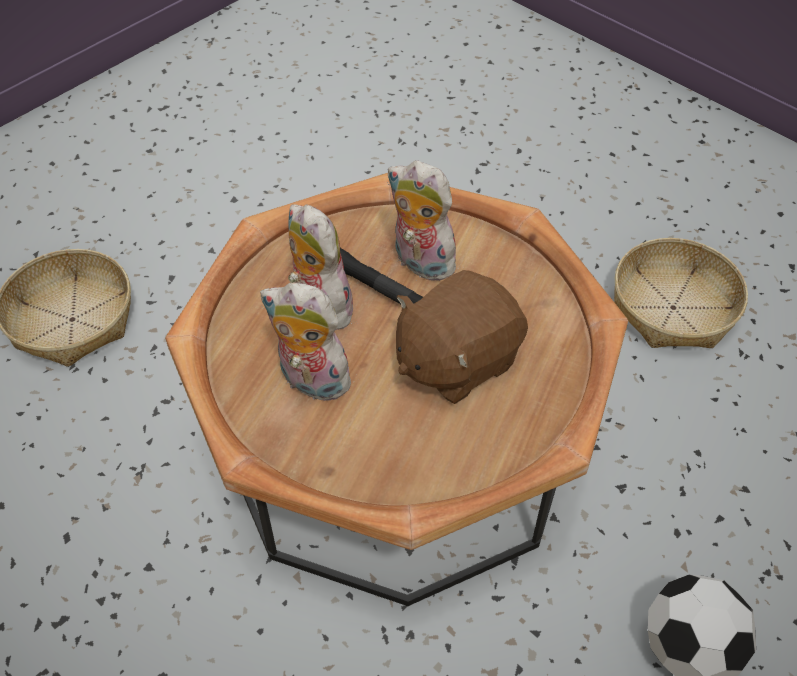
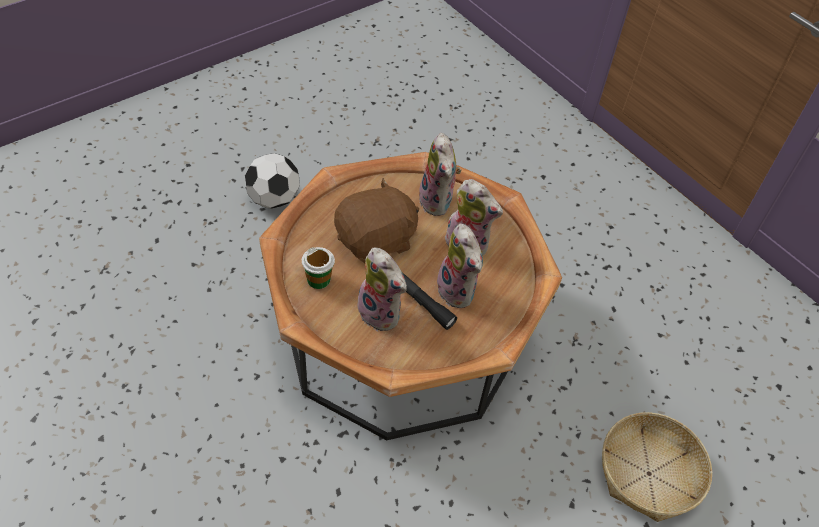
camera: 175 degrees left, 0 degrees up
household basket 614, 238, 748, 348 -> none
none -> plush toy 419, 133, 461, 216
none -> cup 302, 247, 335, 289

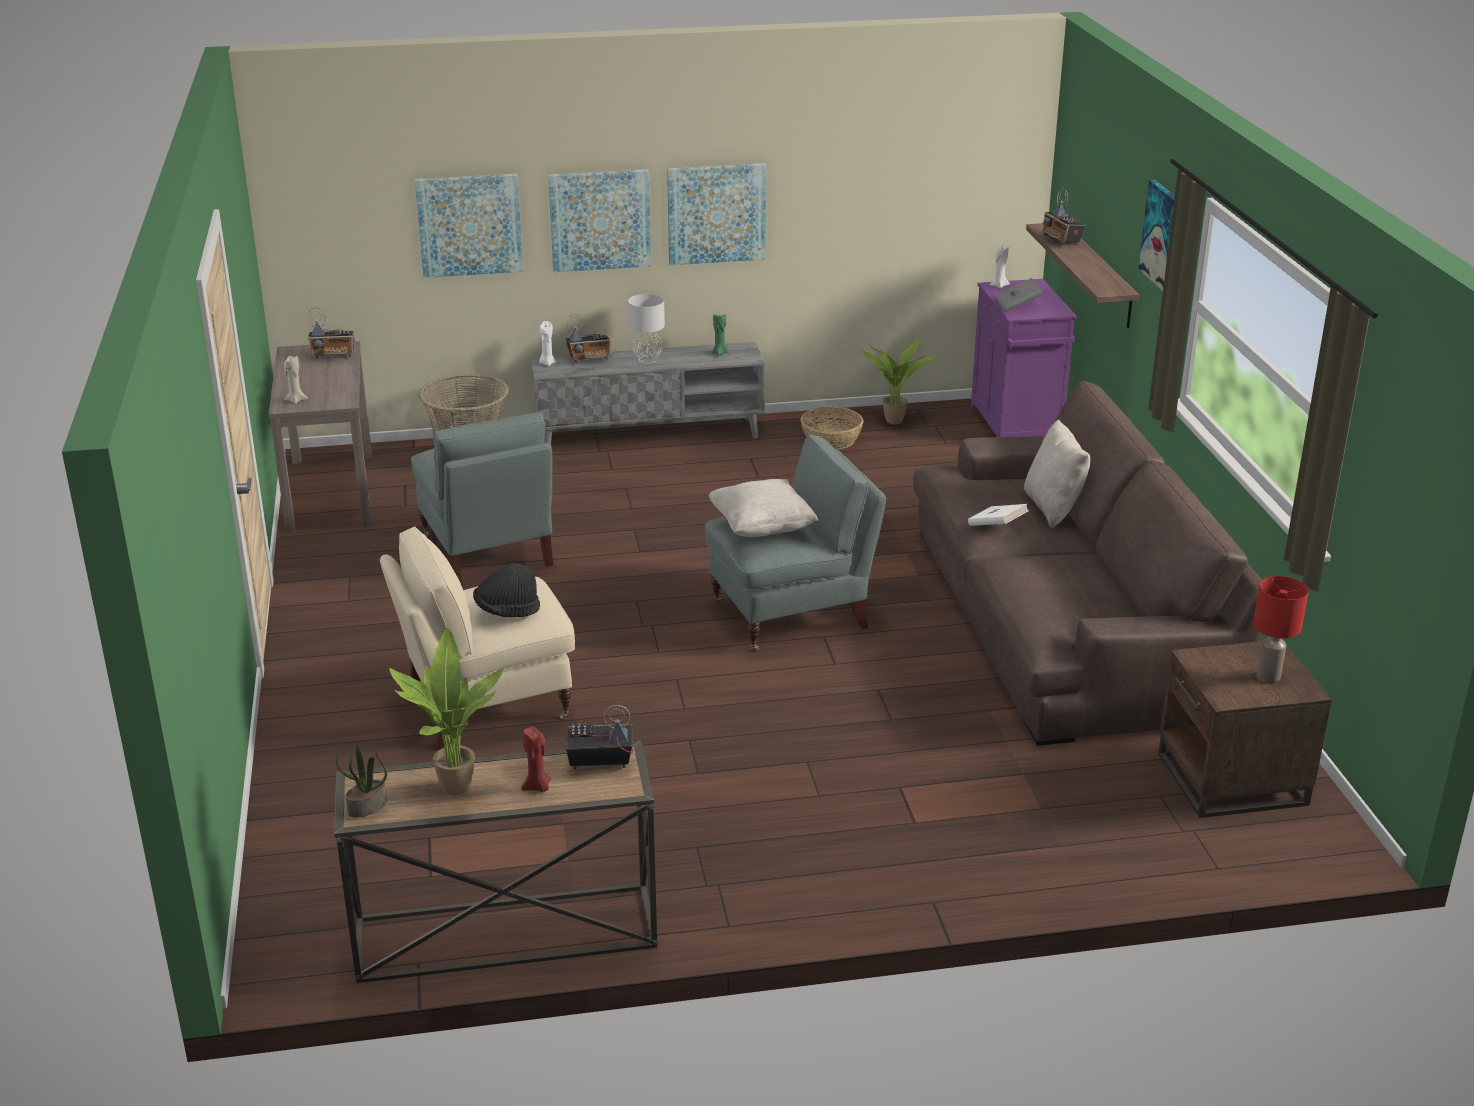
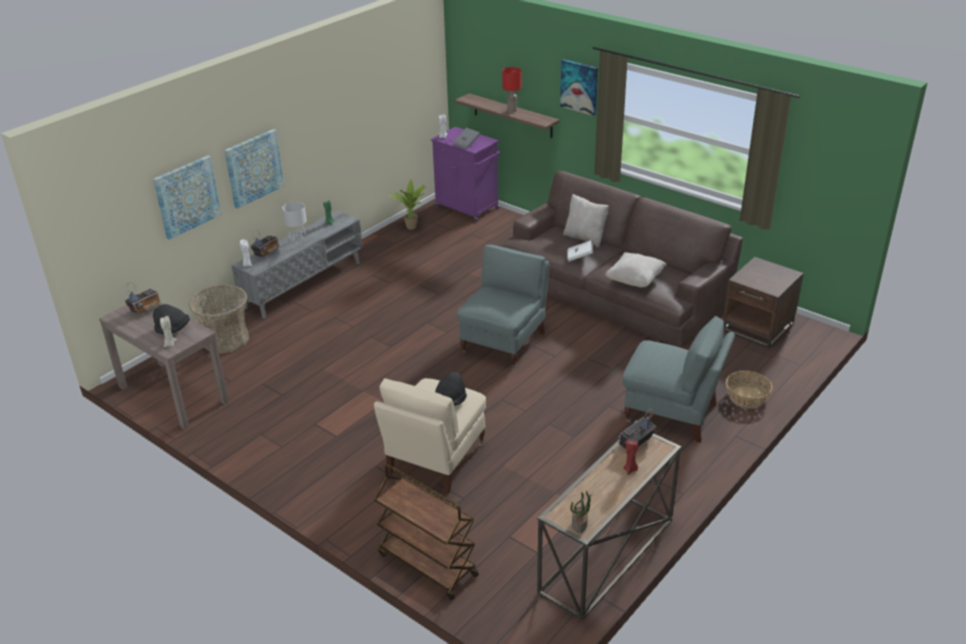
camera: 40 degrees left, 5 degrees up
wall picture 667, 163, 766, 265 -> none
radio receiver 1042, 188, 1086, 245 -> none
household basket 801, 406, 863, 450 -> household basket 726, 371, 773, 408, relocated
grey easy chair 411, 412, 554, 586 -> grey easy chair 623, 316, 735, 443, relocated
beige cushion 709, 479, 818, 537 -> beige cushion 605, 252, 667, 287, relocated
reddish tabletop lamp 1253, 576, 1309, 683 -> reddish tabletop lamp 502, 67, 522, 113, relocated
houseplant 389, 628, 504, 796 -> none
none -> black hat 153, 304, 190, 335
none -> brownish cart 374, 464, 479, 600

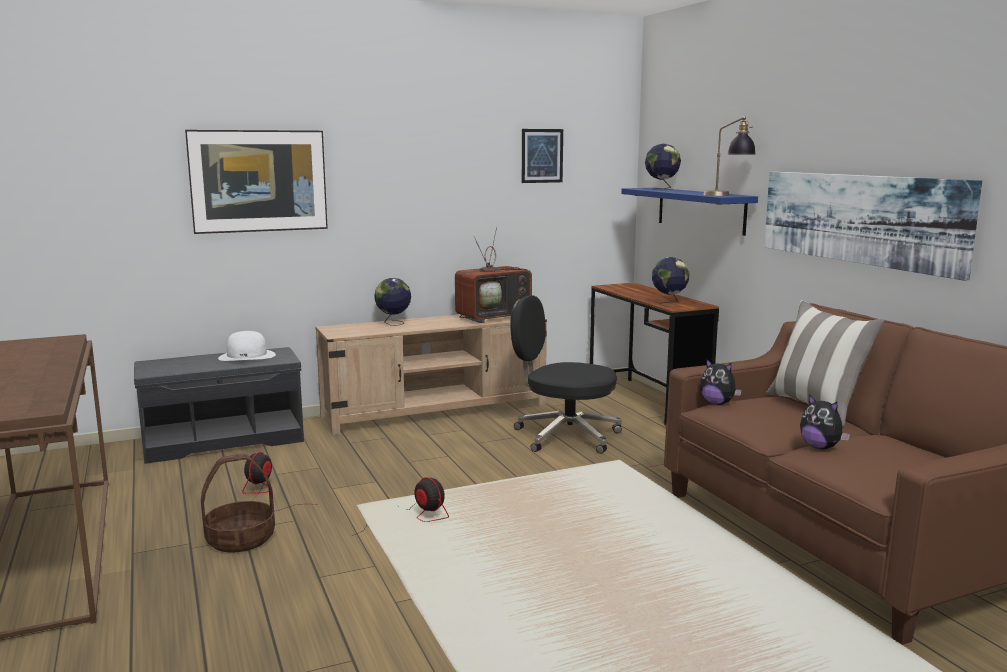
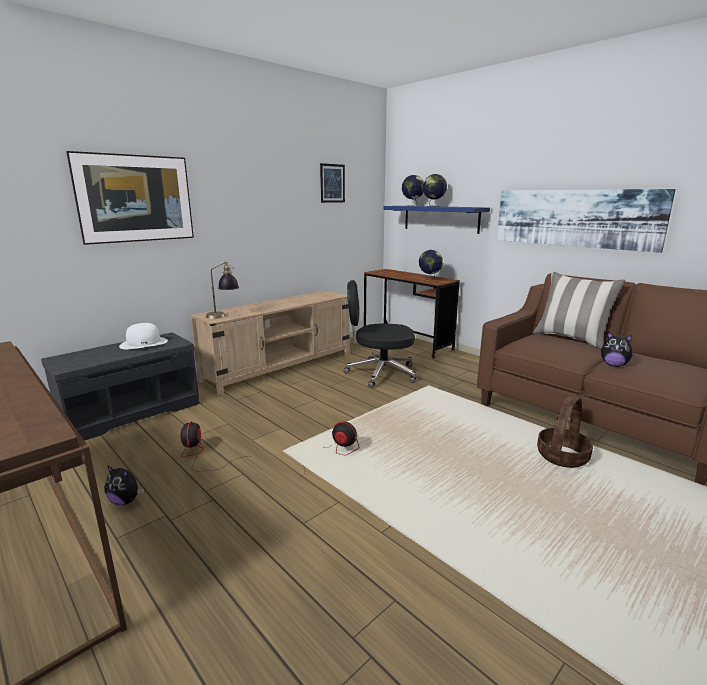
camera: 20 degrees left, 5 degrees up
tabletop lamp 703, 116, 755, 196 -> tabletop lamp 206, 261, 239, 319, relocated
TV set 455, 227, 532, 323 -> none
desk globe 374, 278, 411, 326 -> desk globe 423, 174, 447, 207, relocated
plush toy 700, 358, 742, 405 -> plush toy 105, 465, 144, 505, relocated
household basket 201, 454, 275, 552 -> household basket 537, 395, 593, 468, relocated

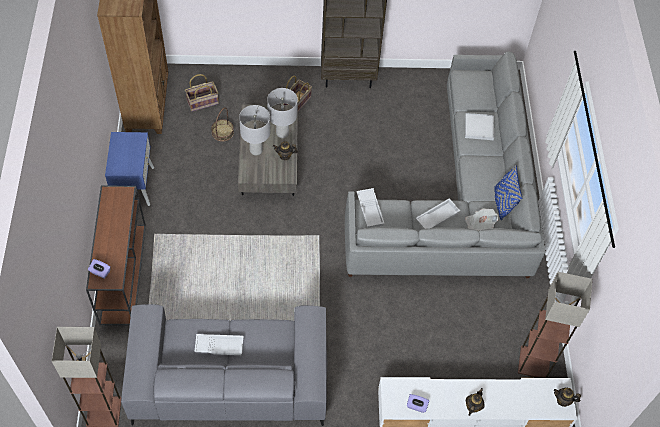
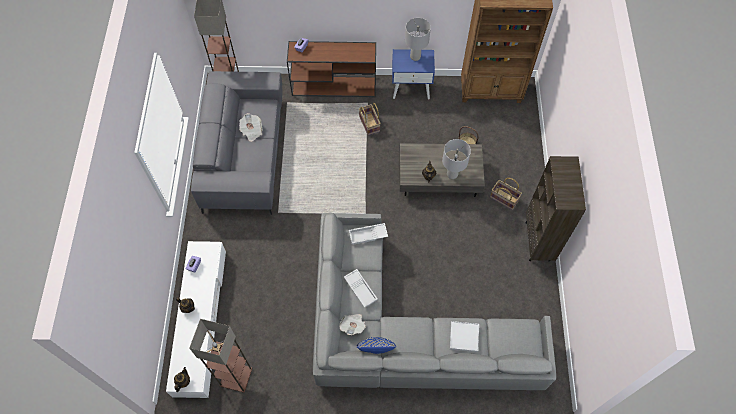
camera: 95 degrees right, 5 degrees up
household basket 185, 74, 219, 112 -> household basket 359, 103, 381, 135, relocated
grey tabletop lamp 239, 105, 271, 155 -> grey tabletop lamp 405, 18, 431, 61, relocated
white-coloured serving tray 194, 334, 243, 355 -> printed paper 239, 113, 263, 142

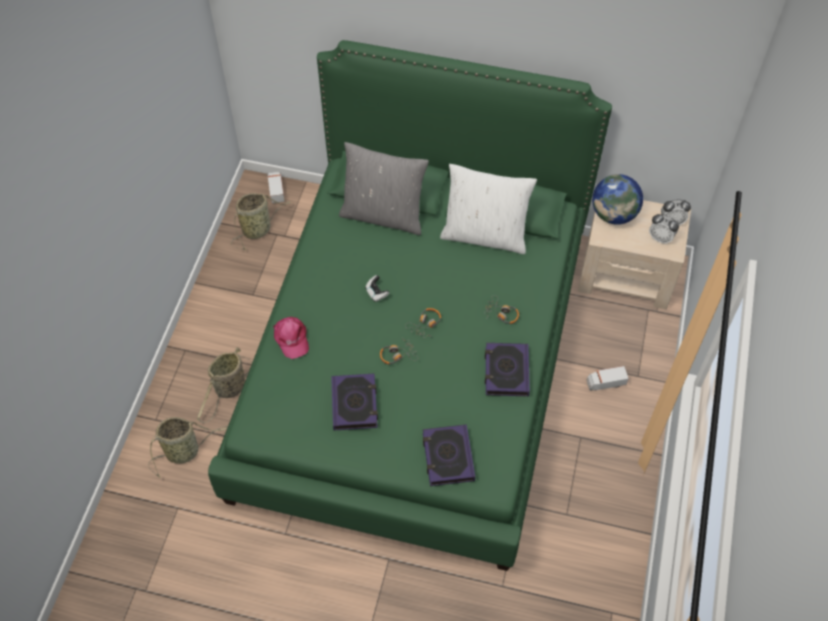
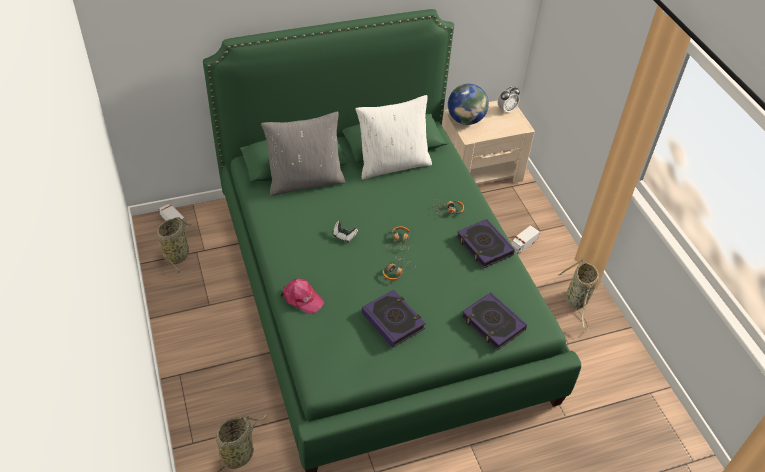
camera: 35 degrees left, 10 degrees down
alarm clock 649, 214, 679, 244 -> none
household basket 197, 347, 252, 423 -> household basket 557, 258, 599, 331, relocated

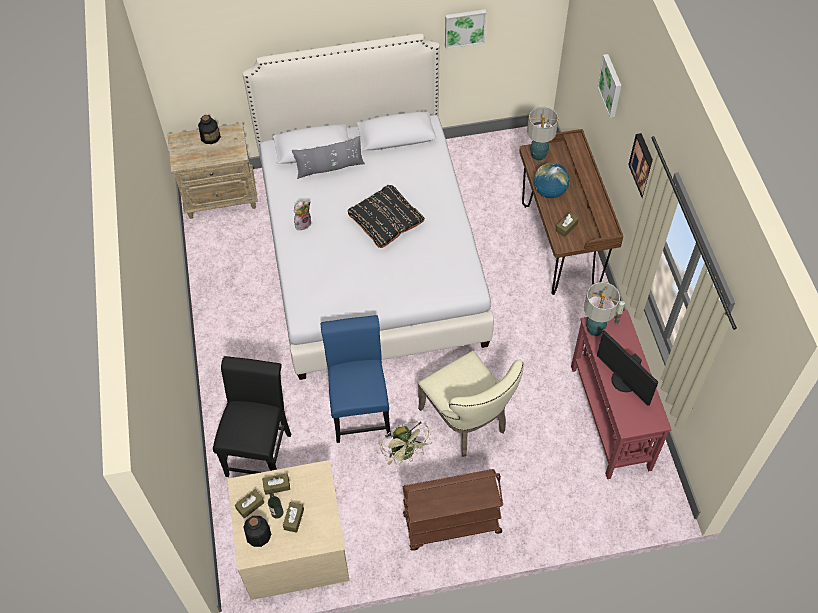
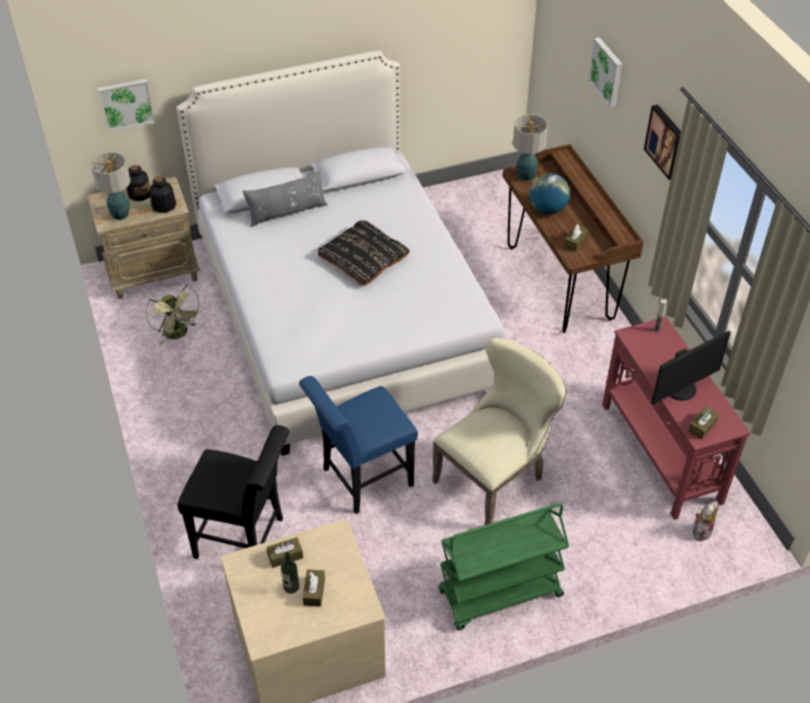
camera: 10 degrees left, 10 degrees down
wall picture 445, 9, 486, 49 -> wall picture 97, 78, 155, 132, relocated
plush toy 294, 200, 311, 230 -> plush toy 693, 501, 718, 541, relocated
tabletop lamp 584, 282, 620, 336 -> tabletop lamp 91, 152, 130, 220, relocated
blue upright chair 321, 315, 391, 443 -> blue upright chair 299, 376, 418, 514, 105 degrees counterclockwise
computer display 597, 331, 658, 406 -> computer display 651, 331, 731, 404, 75 degrees counterclockwise
beige upright chair 418, 351, 524, 457 -> beige upright chair 432, 337, 567, 525, 90 degrees counterclockwise
black upright chair 213, 356, 291, 477 -> black upright chair 177, 425, 289, 559, 105 degrees clockwise
green electric fan 380, 422, 432, 465 -> green electric fan 146, 283, 202, 345, relocated
brownish cart 403, 469, 503, 551 -> green cart 438, 503, 569, 630
brownish tissue box 235, 489, 264, 518 -> brownish tissue box 688, 406, 719, 440, relocated
beverage bottle 243, 516, 272, 547 -> beverage bottle 149, 177, 176, 213, relocated

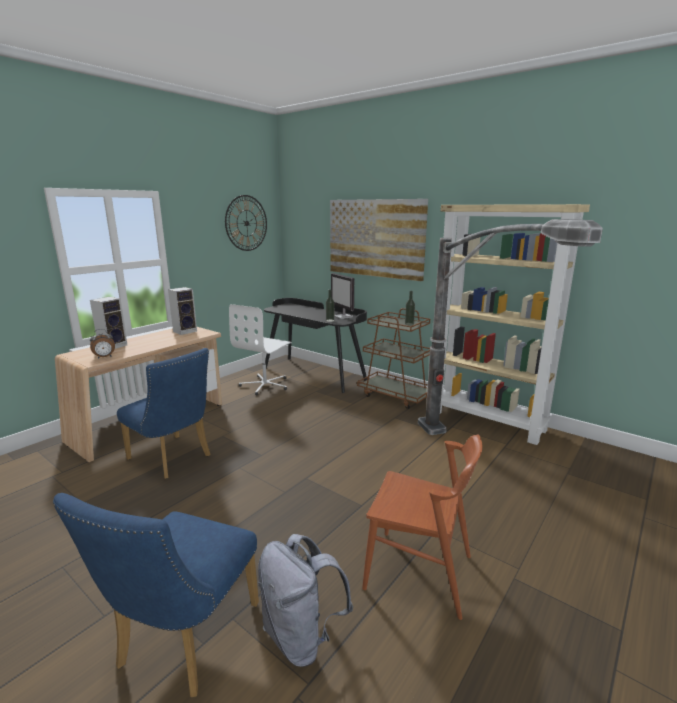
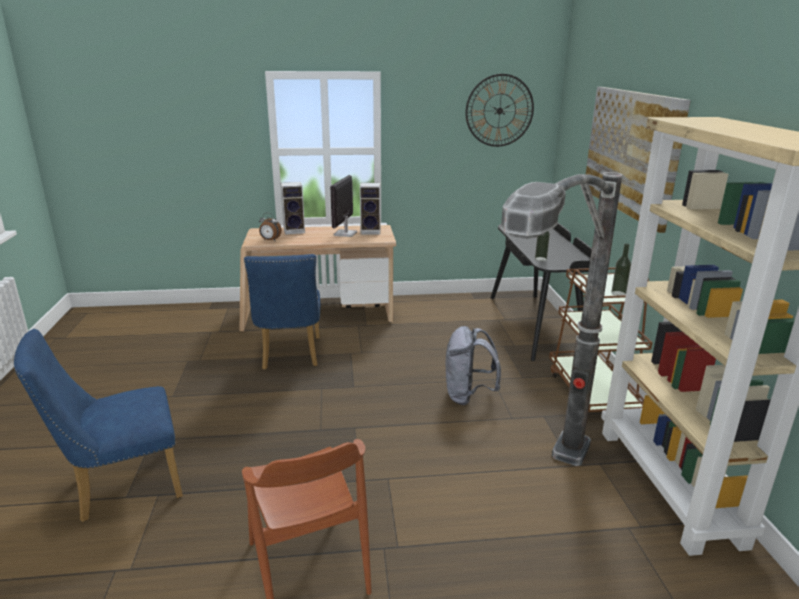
camera: 45 degrees right, 5 degrees up
computer display 331, 273, 354, 319 -> computer display 330, 175, 357, 237, relocated
white-coloured computer chair 229, 304, 292, 395 -> none
grey rucksack 258, 534, 353, 667 -> grey rucksack 446, 326, 501, 405, relocated

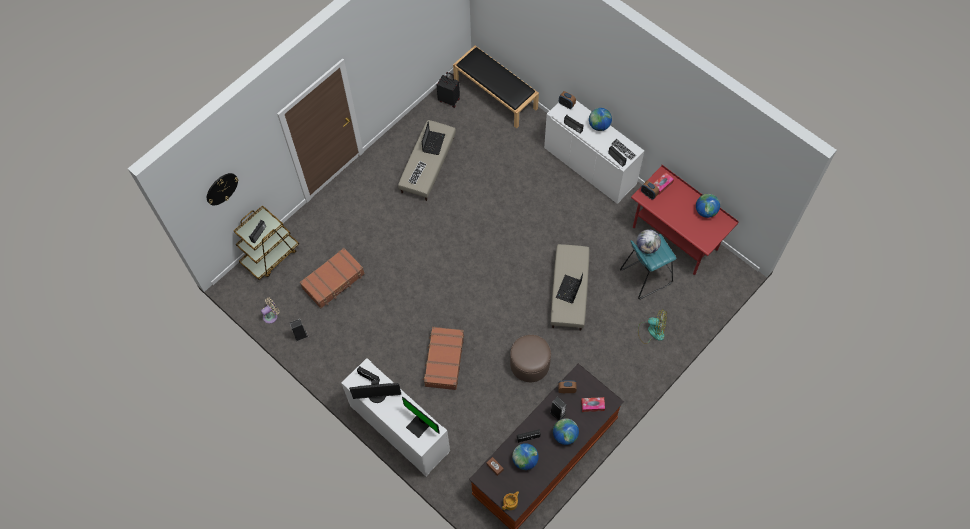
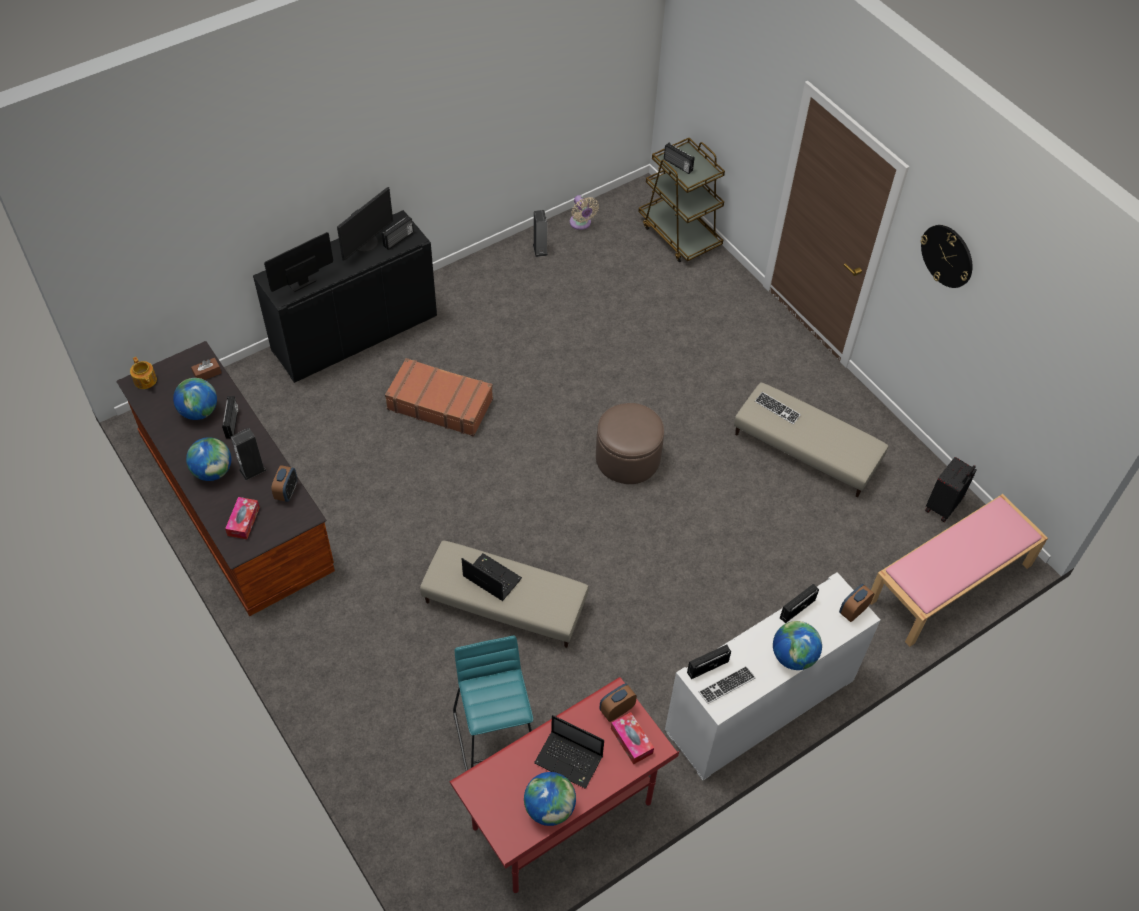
camera: 100 degrees right, 10 degrees down
black indoor bench 453, 46, 539, 129 -> pink-coloured indoor bench 870, 494, 1048, 647
laptop 422, 122, 445, 155 -> laptop 534, 715, 604, 789, relocated
clock on the wall 207, 173, 238, 205 -> clock on the wall 921, 225, 973, 288, relocated
desk globe 636, 229, 661, 254 -> none
brownish suitcase 300, 248, 365, 309 -> none
electric fan 638, 309, 667, 344 -> none
brownish footrest 510, 335, 551, 382 -> brownish footrest 596, 403, 664, 484, relocated
white-coloured cabinet 341, 358, 450, 476 -> black cabinet 253, 210, 437, 383
computer display 349, 380, 401, 403 -> computer display 337, 187, 393, 261, 150 degrees counterclockwise

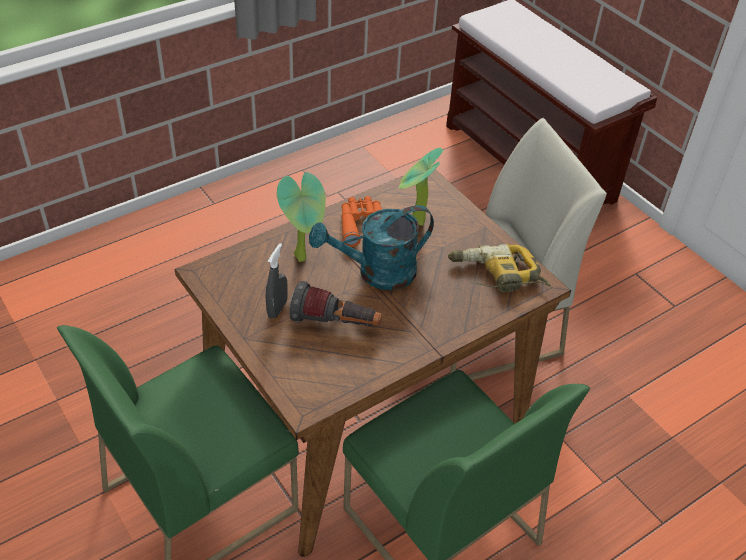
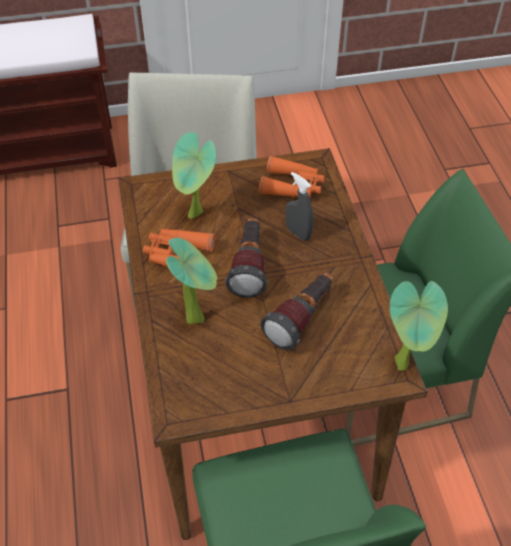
camera: 65 degrees left, 5 degrees up
turquoise watering pot 309, 205, 434, 290 -> hand torch 225, 218, 268, 298
grey hand sprayer 266, 243, 288, 318 -> grey hand sprayer 285, 172, 314, 241, relocated
drill 448, 244, 550, 292 -> orange-coloured binoculars 259, 156, 325, 198
none -> houseplant 390, 281, 448, 371

